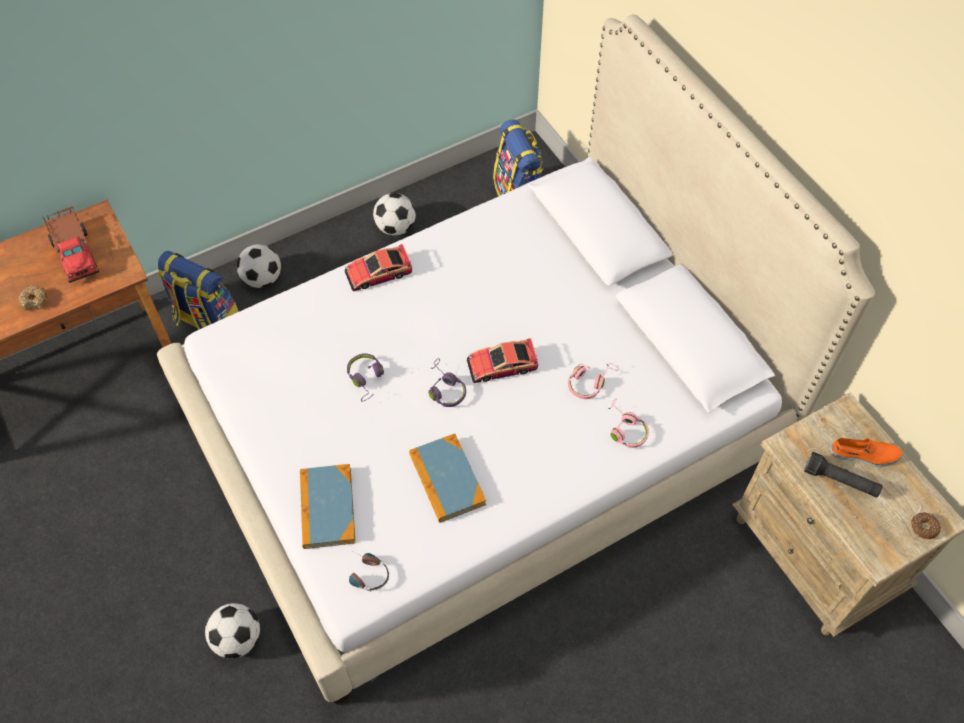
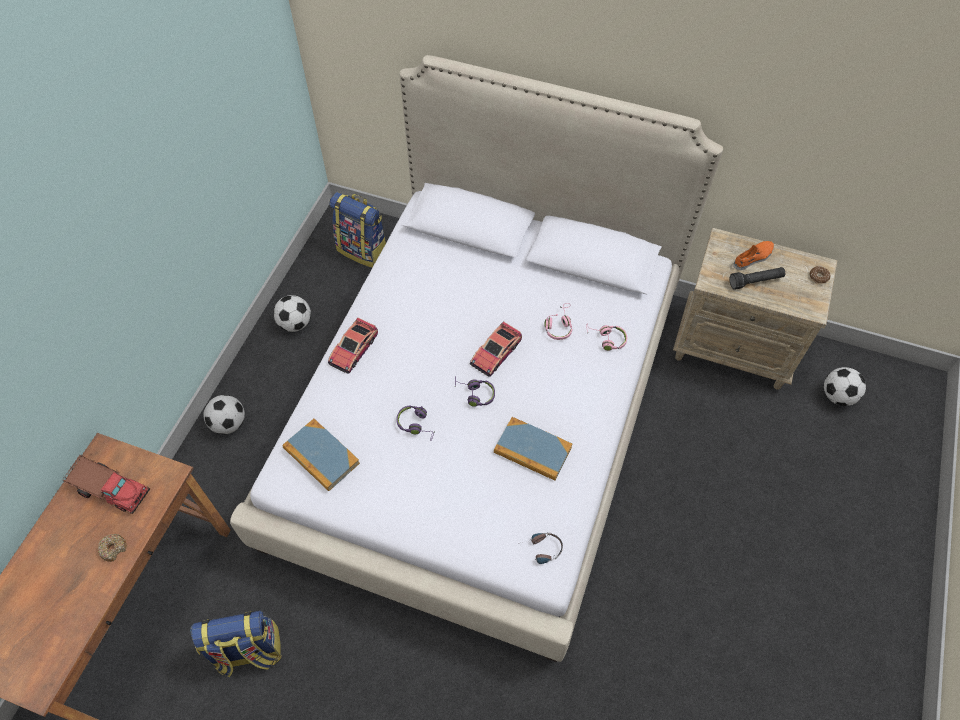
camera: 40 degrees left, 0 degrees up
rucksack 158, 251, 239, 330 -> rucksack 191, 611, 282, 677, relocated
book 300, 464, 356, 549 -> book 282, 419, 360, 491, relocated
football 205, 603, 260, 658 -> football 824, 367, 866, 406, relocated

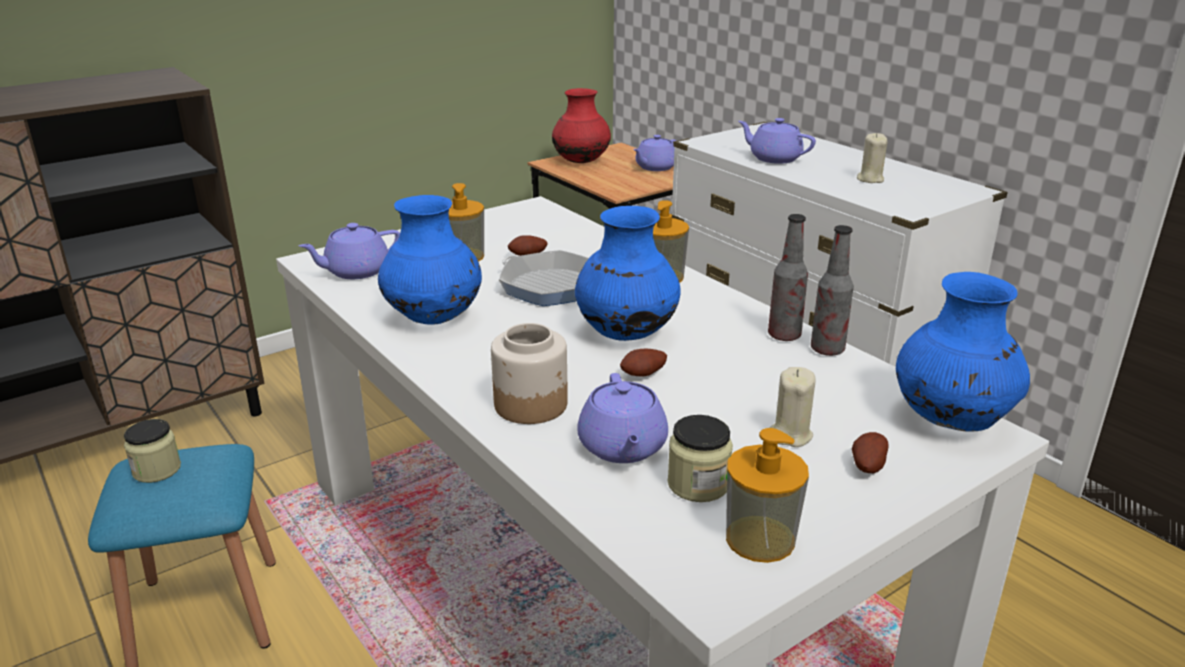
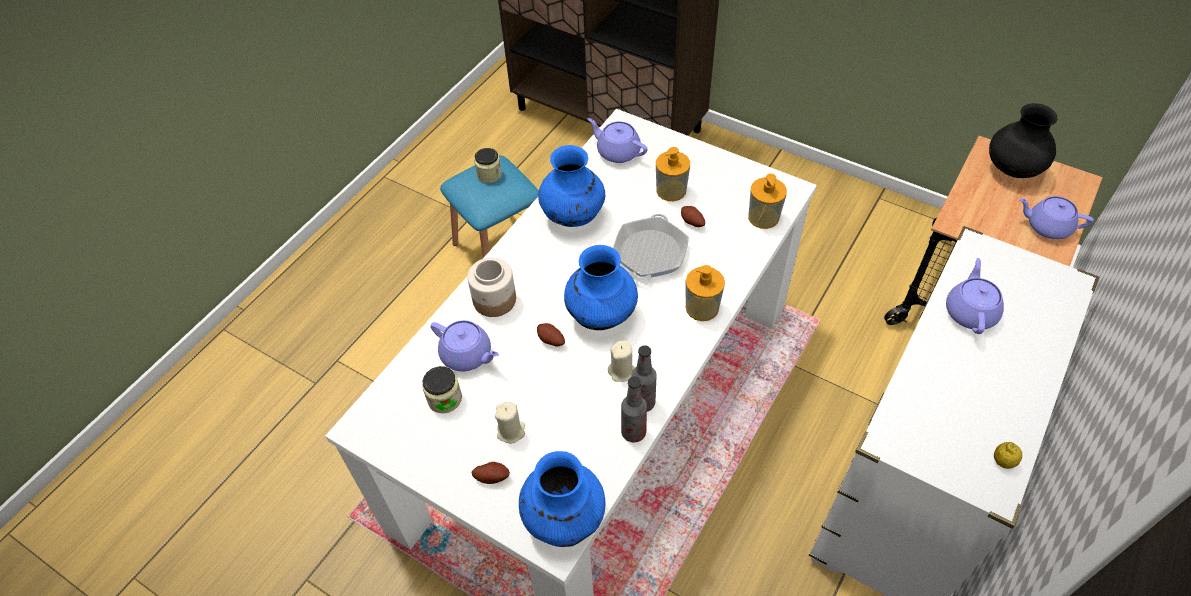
camera: 70 degrees right, 25 degrees up
reddish flower vase 552, 88, 611, 163 -> black flower vase 989, 103, 1057, 178
beige candle 857, 133, 888, 183 -> beige candle 608, 341, 635, 382, relocated
purple teapot 577, 373, 668, 463 -> purple teapot 430, 320, 499, 371, 120 degrees counterclockwise
soap dispenser 726, 428, 809, 563 -> soap dispenser 748, 174, 787, 229, relocated
none -> citrus fruit 994, 442, 1022, 469

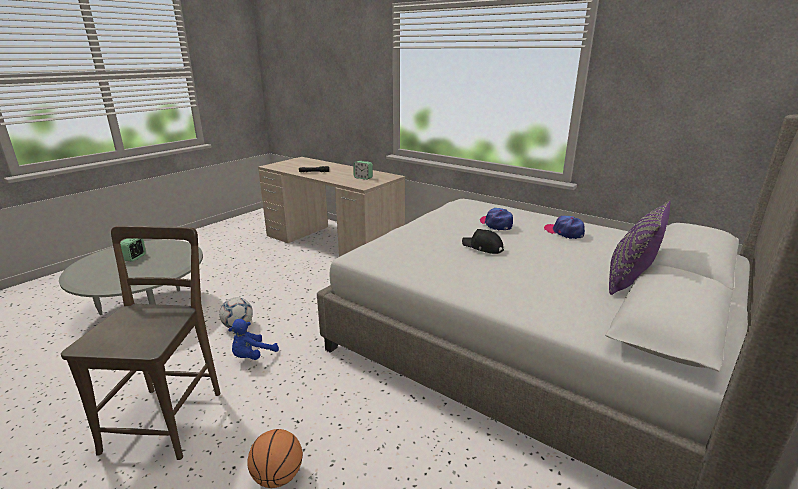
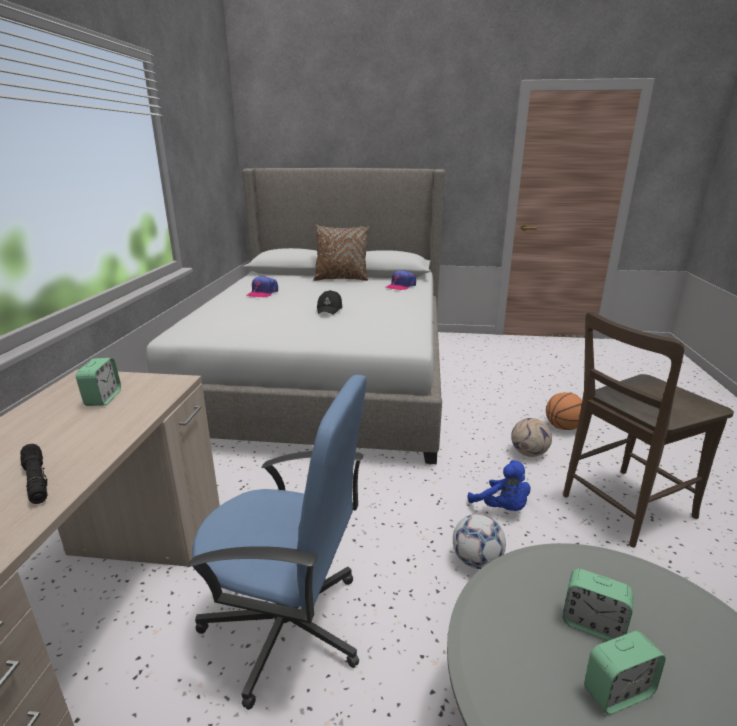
camera: 120 degrees left, 0 degrees up
purple cushion 609, 200, 671, 295 -> brownish cushion 313, 225, 369, 281
cap 480, 208, 513, 230 -> cap 386, 270, 416, 291, relocated
blue plush toy 228, 319, 279, 360 -> blue plush toy 467, 460, 530, 511, 45 degrees clockwise
none -> blue computer chair 187, 375, 367, 710
none -> football 511, 418, 552, 457
none -> alarm clock 562, 569, 633, 641

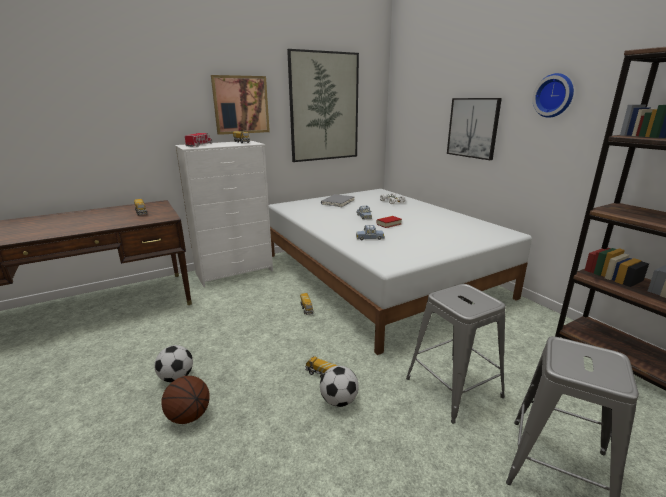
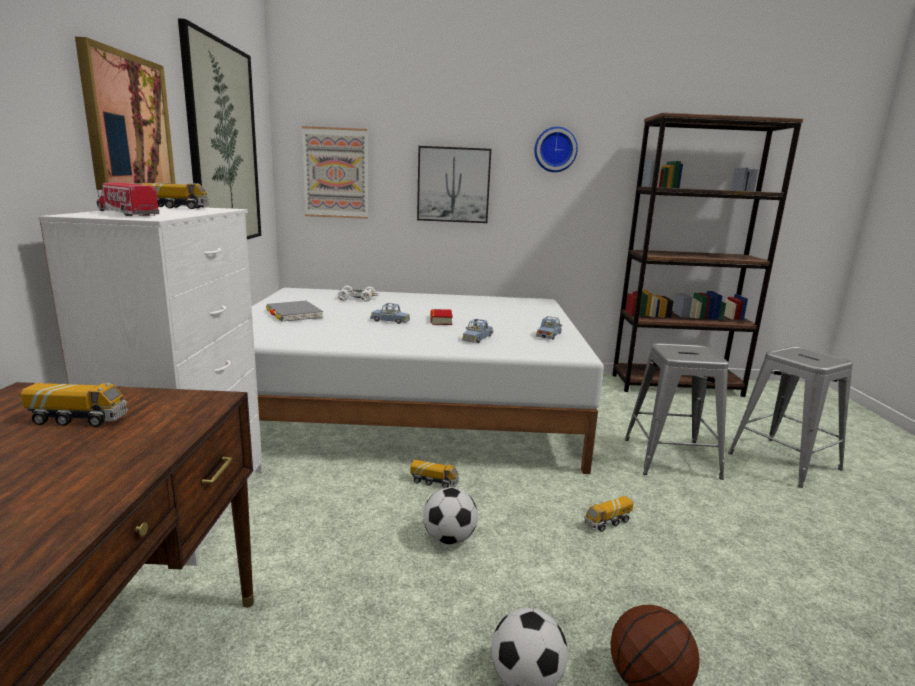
camera: 60 degrees left, 5 degrees down
football 320, 366, 359, 407 -> football 423, 487, 478, 545, relocated
none -> wall picture 302, 126, 368, 219
none -> blue model car 536, 316, 562, 340

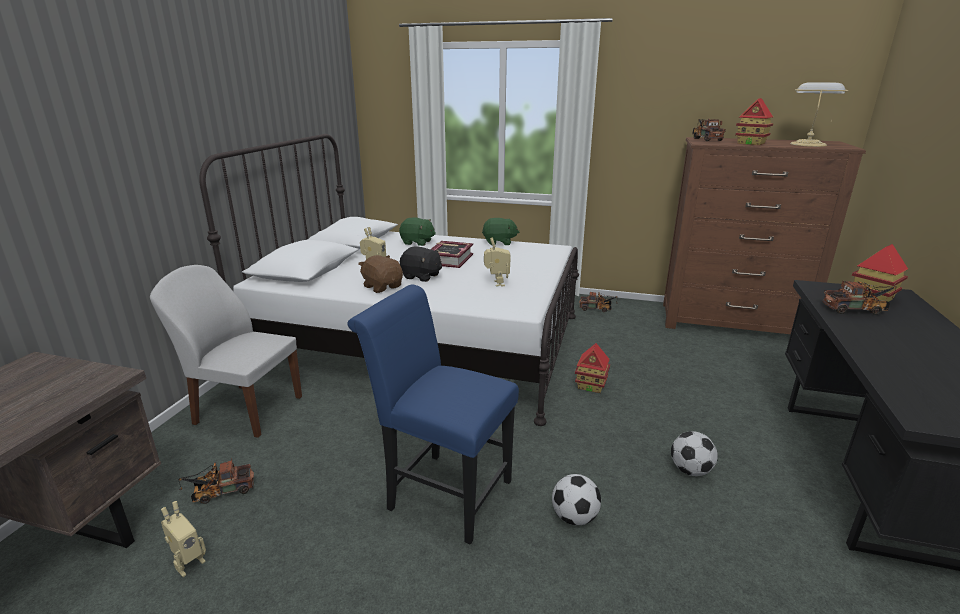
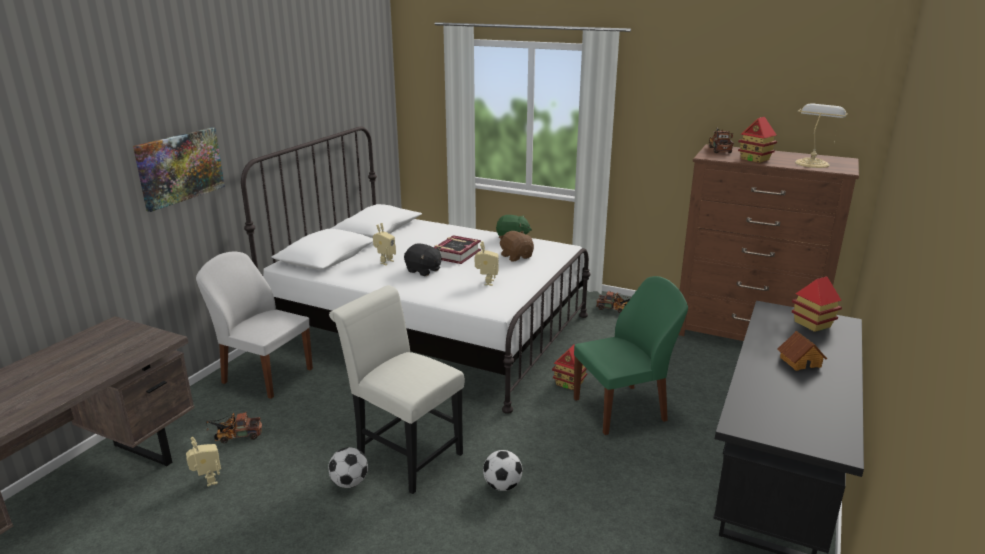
camera: 10 degrees right, 0 degrees up
green plush toy 399, 218, 436, 246 -> none
brownish plush toy 358, 255, 403, 293 -> brownish plush toy 499, 231, 534, 262, relocated
toy truck 822, 281, 896, 315 -> none
blue upright chair 347, 285, 519, 545 -> white-coloured upright chair 329, 285, 464, 494
football 671, 431, 718, 476 -> football 328, 447, 368, 488, relocated
robot figure 161, 501, 206, 577 -> robot figure 186, 437, 221, 487, 75 degrees counterclockwise
none -> wall picture 133, 127, 225, 212
none -> green upright chair 574, 276, 688, 435
none -> miniature house 777, 331, 827, 371

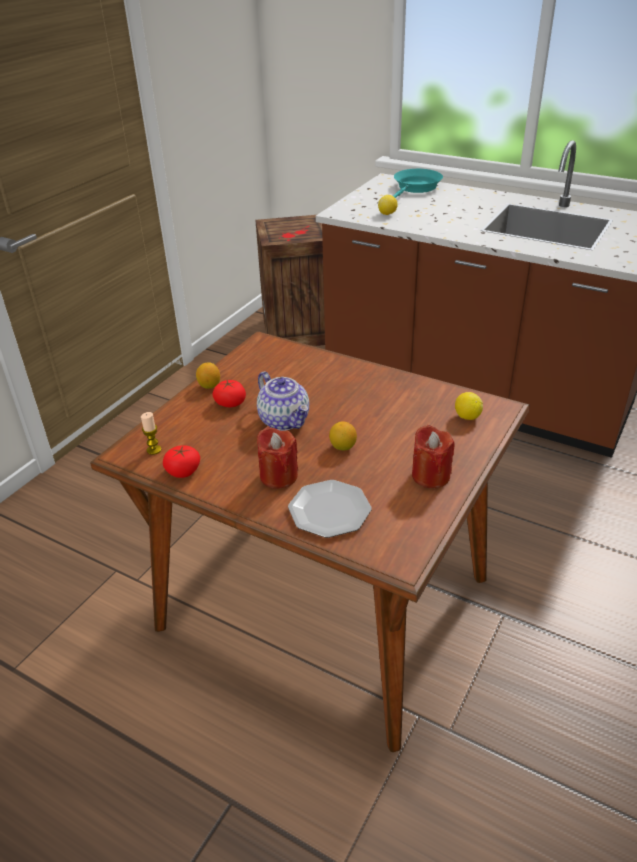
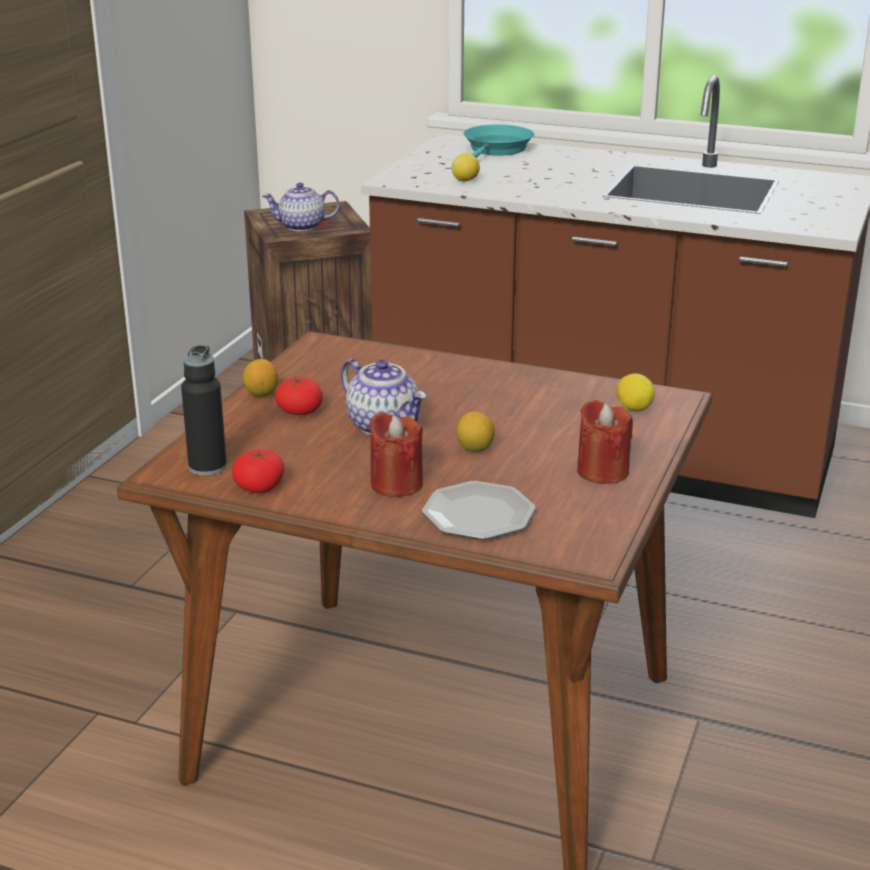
camera: 10 degrees left, 10 degrees down
candle 141, 412, 161, 455 -> black beverage bottle 181, 344, 227, 476
none -> teapot 262, 182, 340, 231

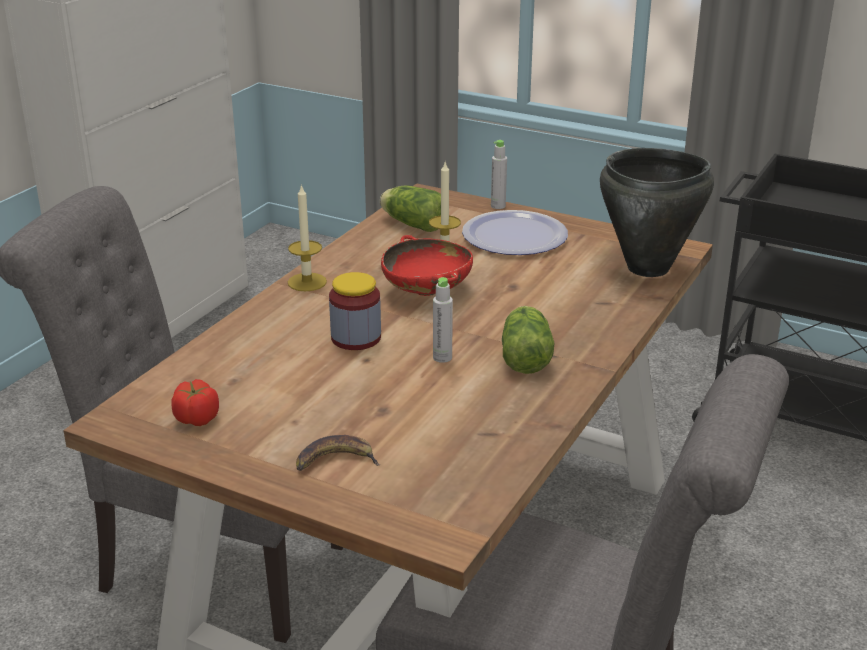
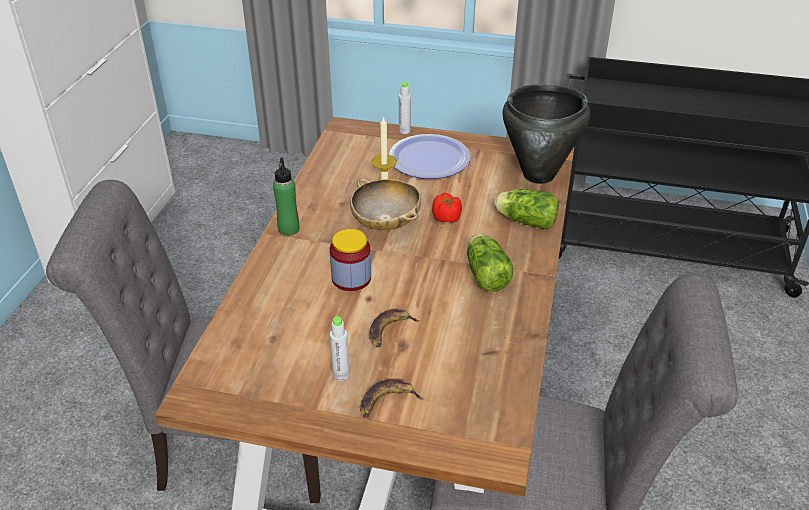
camera: 15 degrees left, 10 degrees up
candle 288, 184, 327, 291 -> green beverage bottle 273, 158, 299, 236
lettuce head 380, 185, 441, 232 -> lettuce head 494, 189, 559, 229, relocated
reddish serving bowl 381, 235, 473, 296 -> beige serving bowl 350, 179, 421, 230
grey beverage bottle 433, 277, 453, 363 -> grey beverage bottle 330, 316, 350, 381, relocated
fresh tomato 171, 379, 219, 426 -> fresh tomato 432, 193, 462, 223, relocated
none -> banana 370, 308, 421, 348

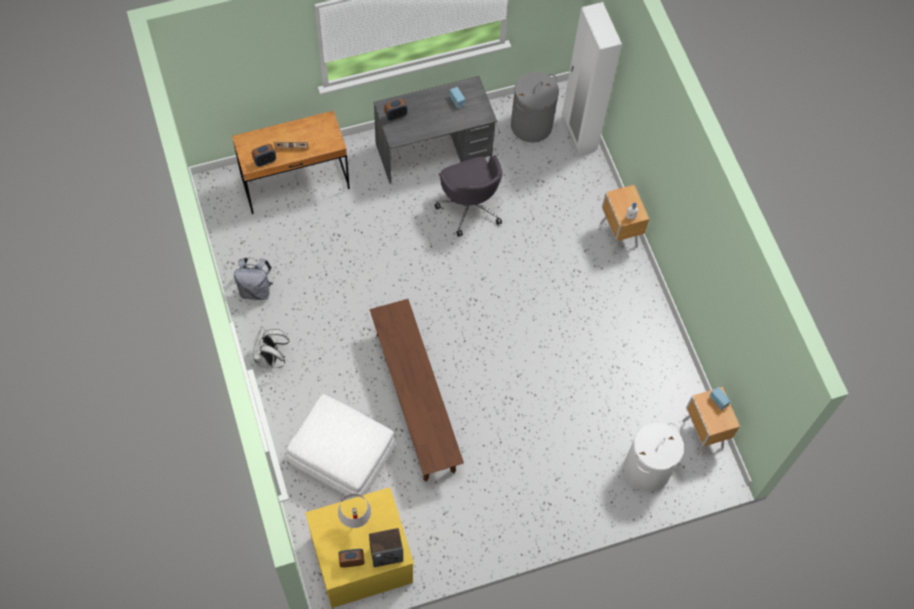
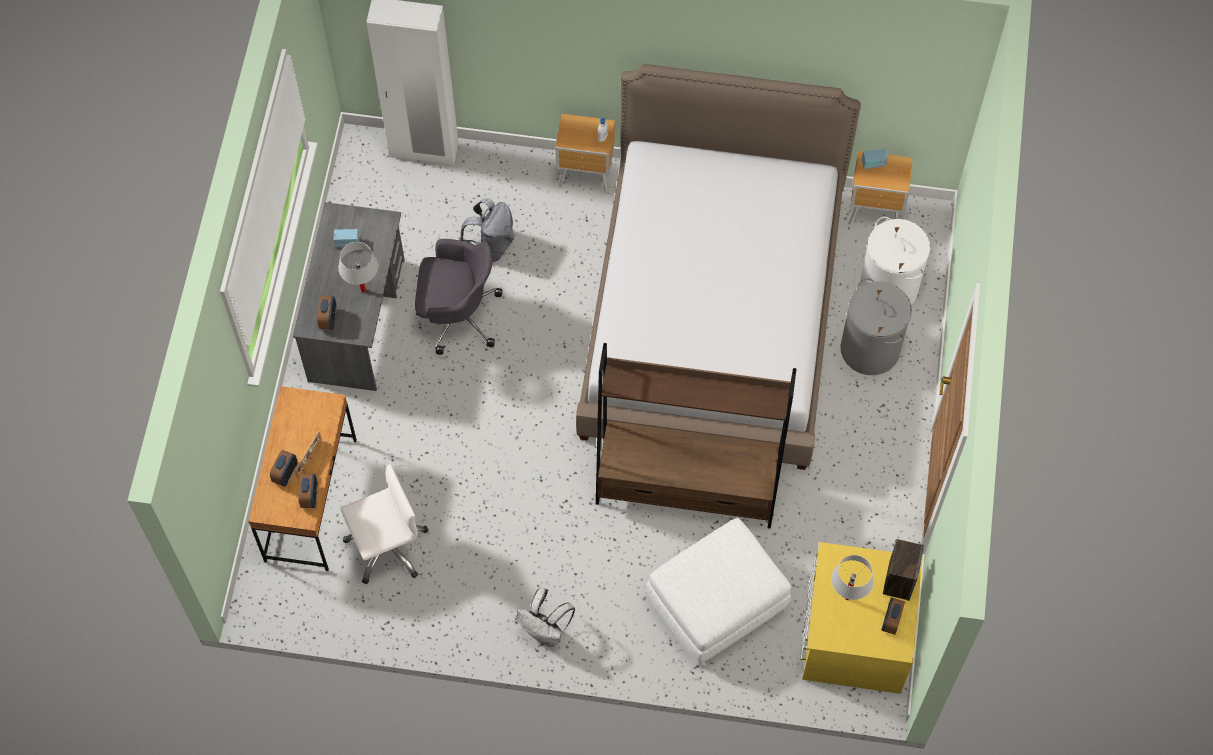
camera: 60 degrees left, 0 degrees up
grey hamper 511, 72, 559, 143 -> grey hamper 841, 278, 912, 375, relocated
grey rucksack 234, 258, 273, 300 -> grey rucksack 459, 198, 514, 262, relocated
brownish indoor bench 370, 299, 464, 482 -> brownish shelving unit 596, 343, 796, 528
none -> sleeping bed 576, 64, 861, 470
none -> white-coloured tabletop lamp 338, 242, 378, 292
none -> alarm clock 270, 450, 298, 487
none -> white-coloured computer chair 340, 464, 428, 584

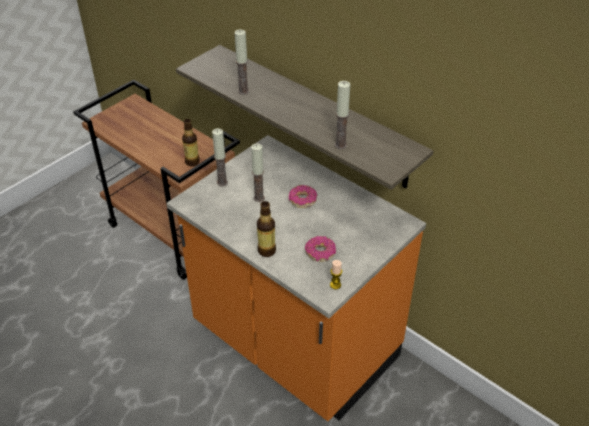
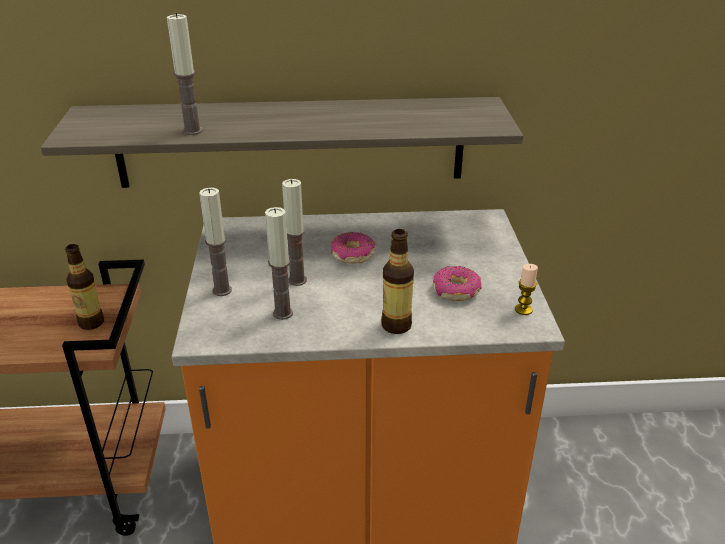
camera: 45 degrees left, 10 degrees down
candle 335, 81, 350, 149 -> candle 265, 207, 293, 320, relocated

